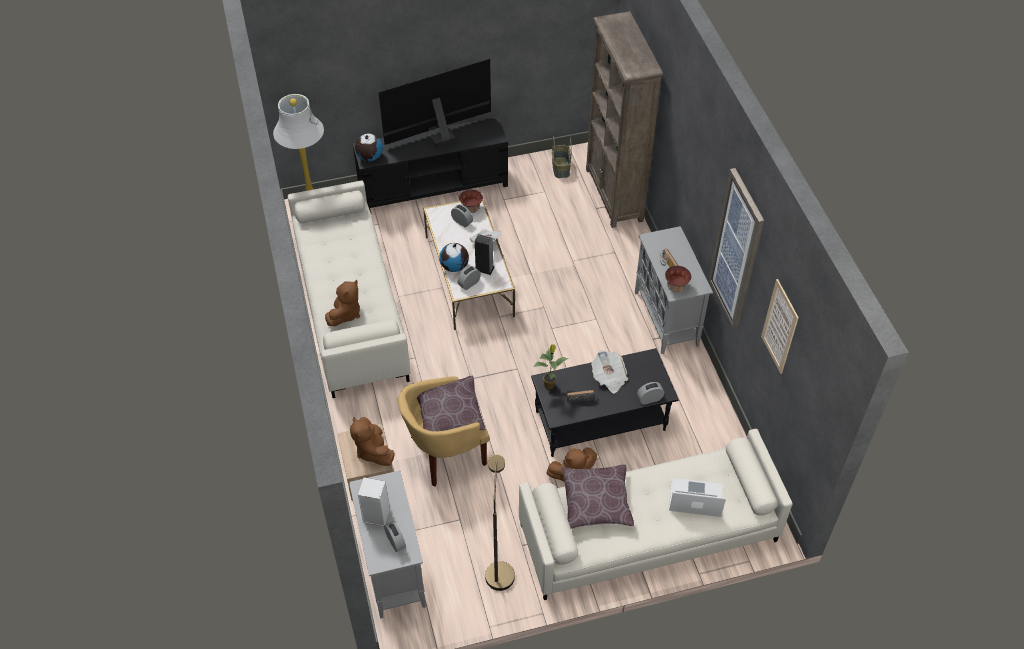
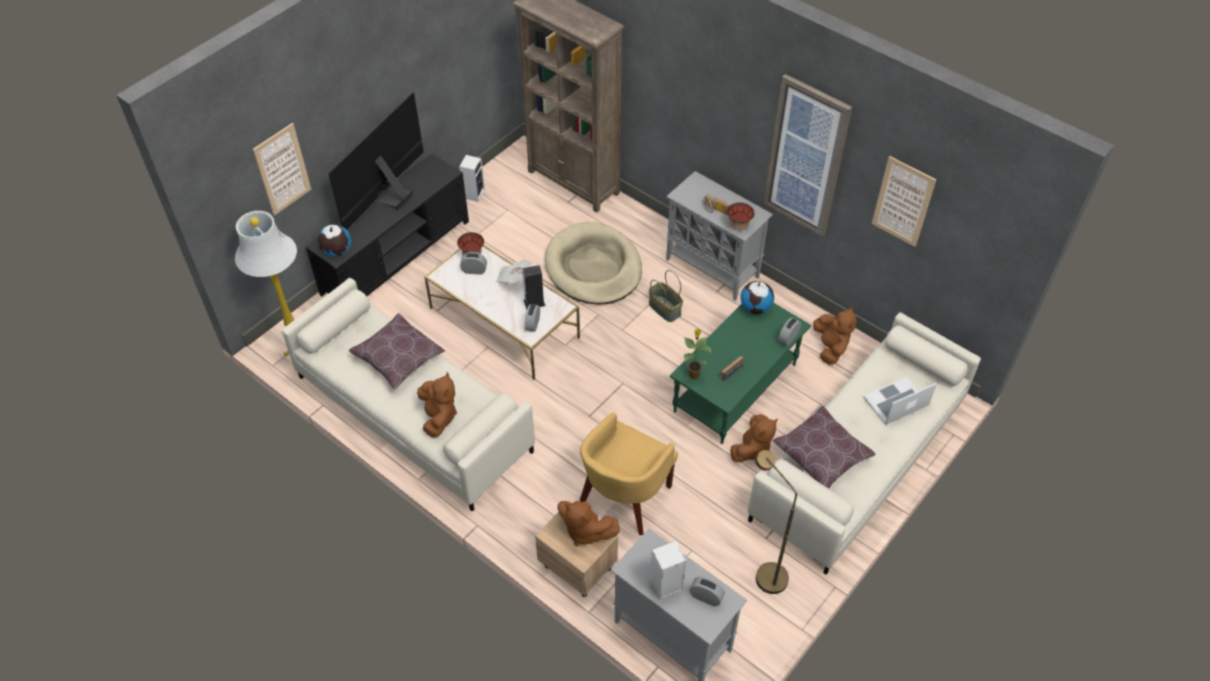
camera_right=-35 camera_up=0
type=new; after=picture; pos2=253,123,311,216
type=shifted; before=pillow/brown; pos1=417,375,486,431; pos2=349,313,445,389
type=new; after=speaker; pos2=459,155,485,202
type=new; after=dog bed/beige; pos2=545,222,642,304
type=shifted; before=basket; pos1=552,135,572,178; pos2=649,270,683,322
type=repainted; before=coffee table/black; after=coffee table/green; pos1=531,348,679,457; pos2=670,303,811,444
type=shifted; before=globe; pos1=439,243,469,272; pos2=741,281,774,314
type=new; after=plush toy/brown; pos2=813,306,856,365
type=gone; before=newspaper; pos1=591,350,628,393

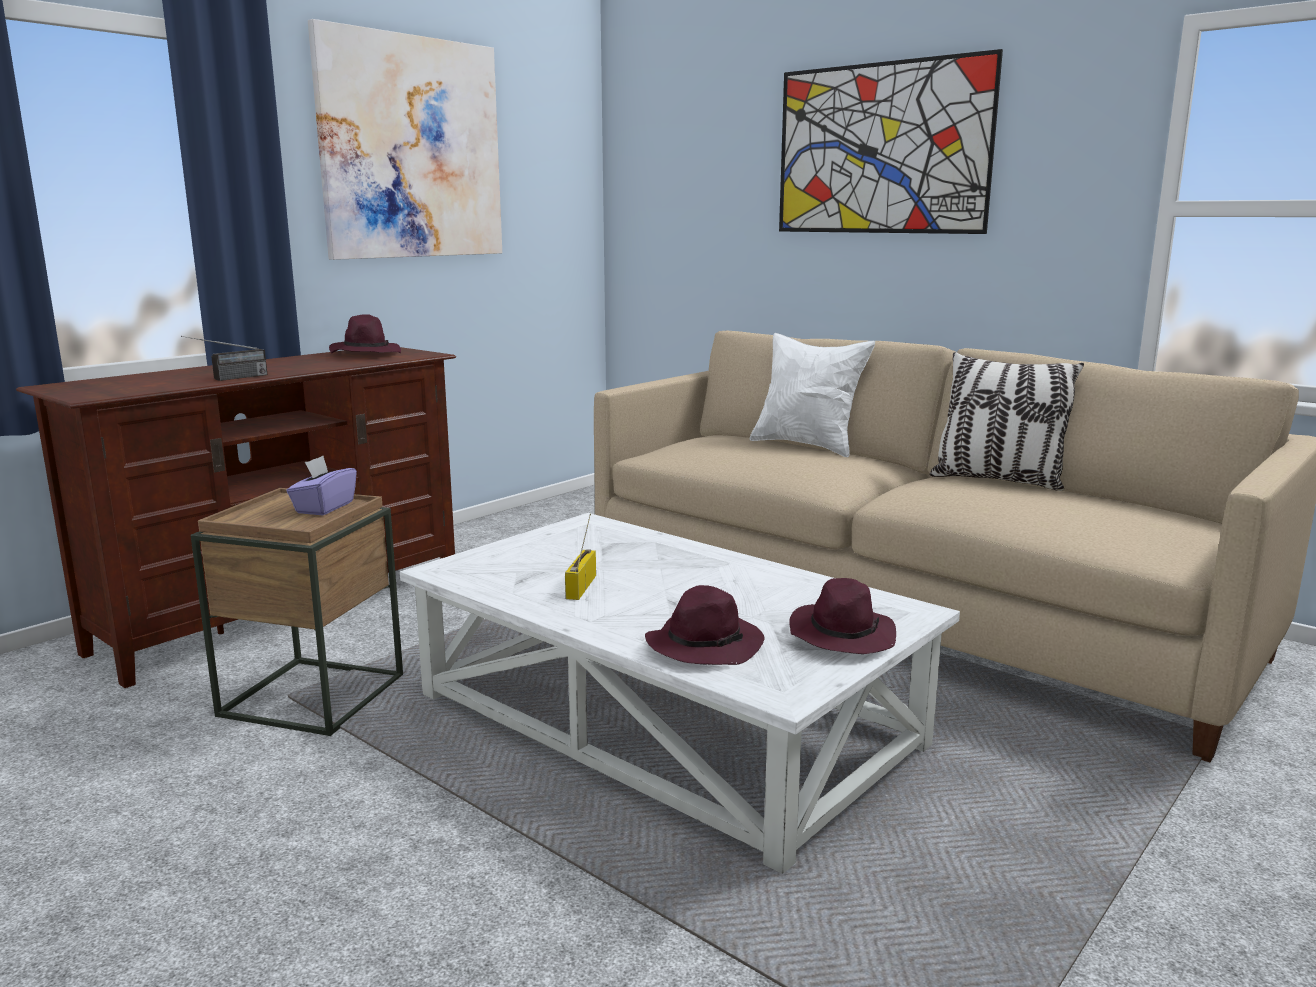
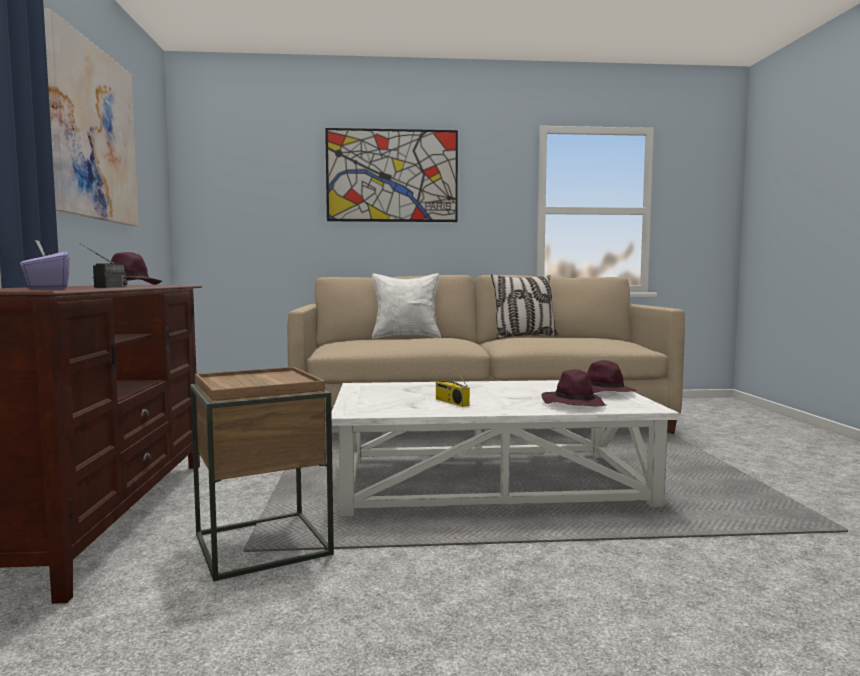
camera_right=-45 camera_up=-10
type=shifted; before=tissue box/purple; pos1=286,456,357,515; pos2=20,239,70,290

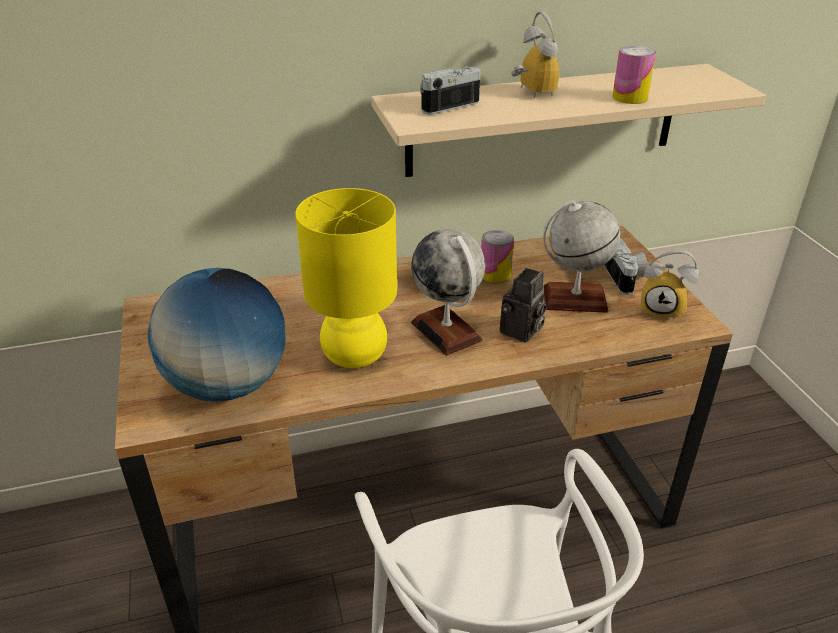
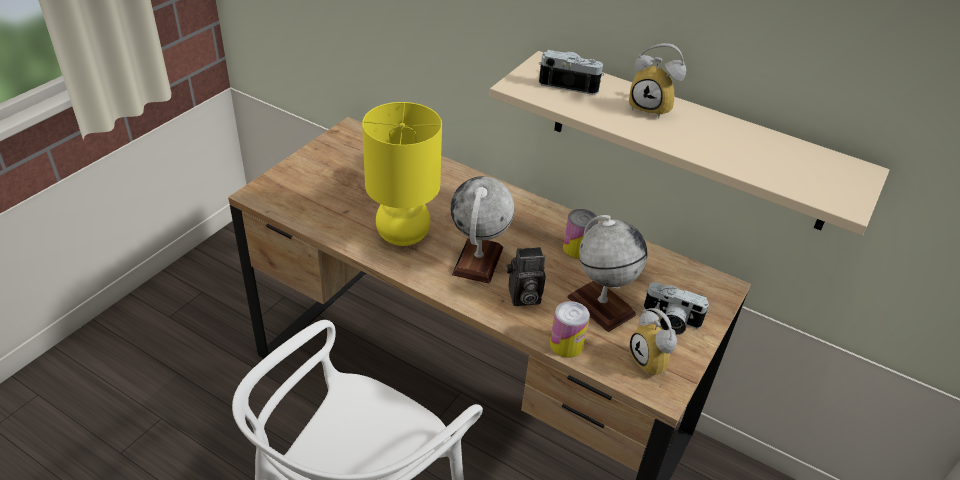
camera_right=45 camera_up=5
type=shifted; before=can; pos1=612,46,656,104; pos2=550,301,590,358
type=rotated; before=alarm clock; pos1=511,11,559,98; pos2=629,43,686,118; turn=90
type=rotated; before=photo camera; pos1=604,238,647,295; pos2=644,282,709,335; turn=75
type=gone; before=globe; pos1=148,268,286,402

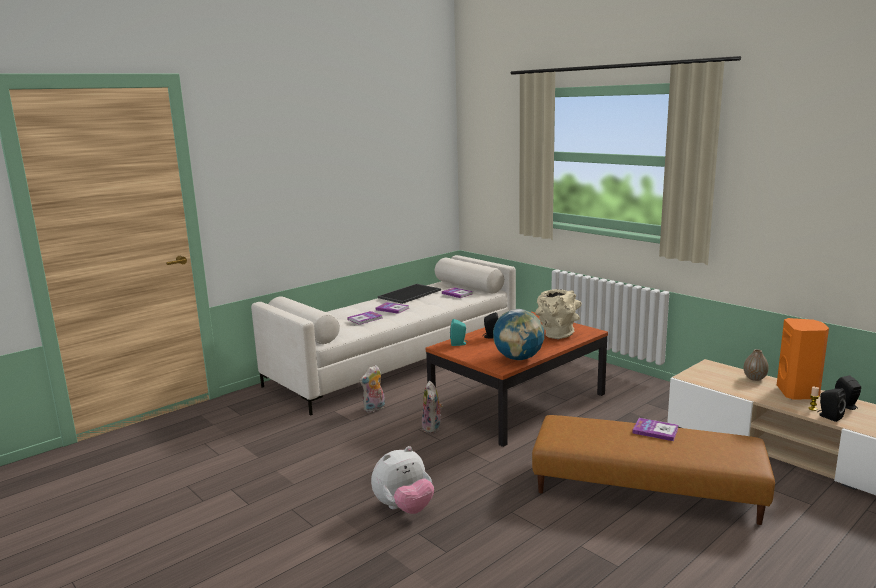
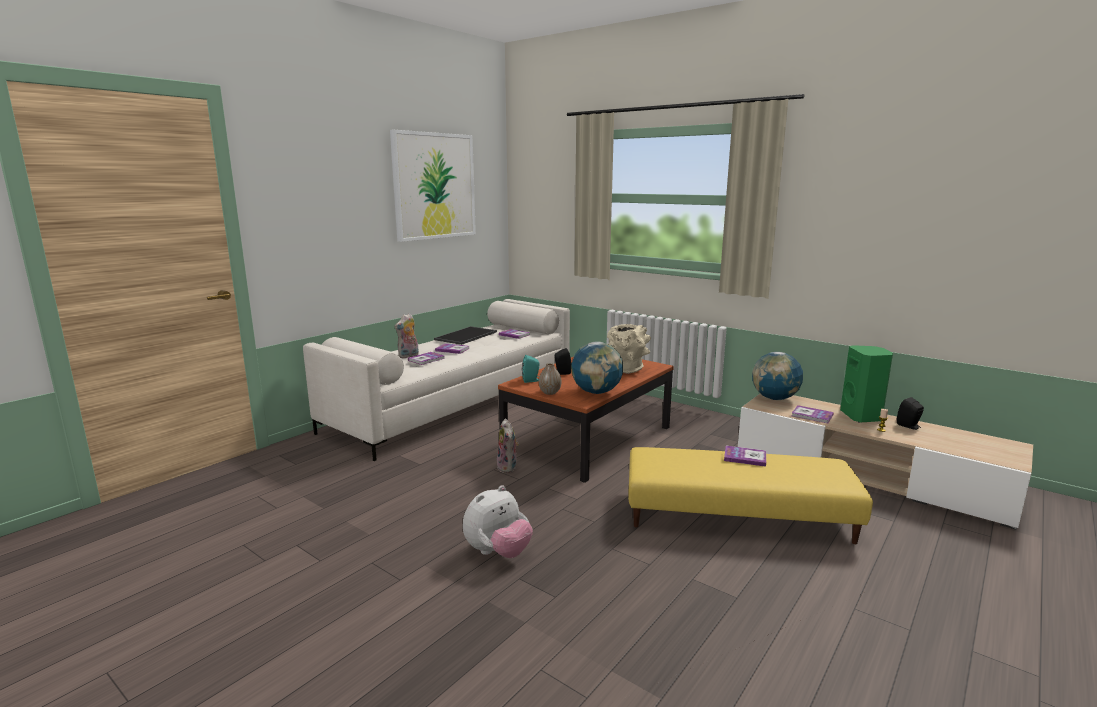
camera_right=-10 camera_up=0
type=new; after=picture; pos2=390,130,476,242
type=shifted; before=plush toy; pos1=359,365,385,412; pos2=394,313,419,358
type=shifted; before=vase; pos1=744,349,769,381; pos2=539,363,561,395
type=repainted; before=ottoman/brown; after=ottoman/yellow; pos1=532,415,775,525; pos2=628,447,873,544
type=new; after=globe; pos2=752,352,803,400
type=new; after=book; pos2=792,405,834,423
type=repainted; before=speaker/orange; after=speaker/green; pos1=777,318,829,400; pos2=840,345,893,422
type=gone; before=speaker/black; pos1=817,389,846,422

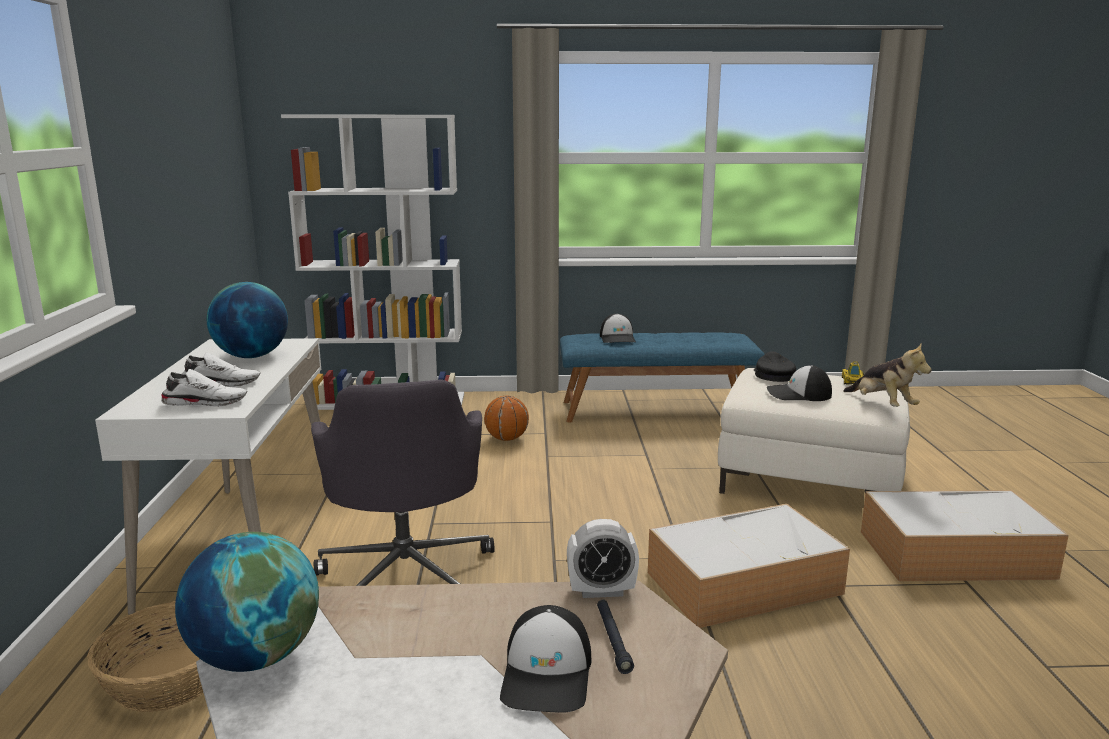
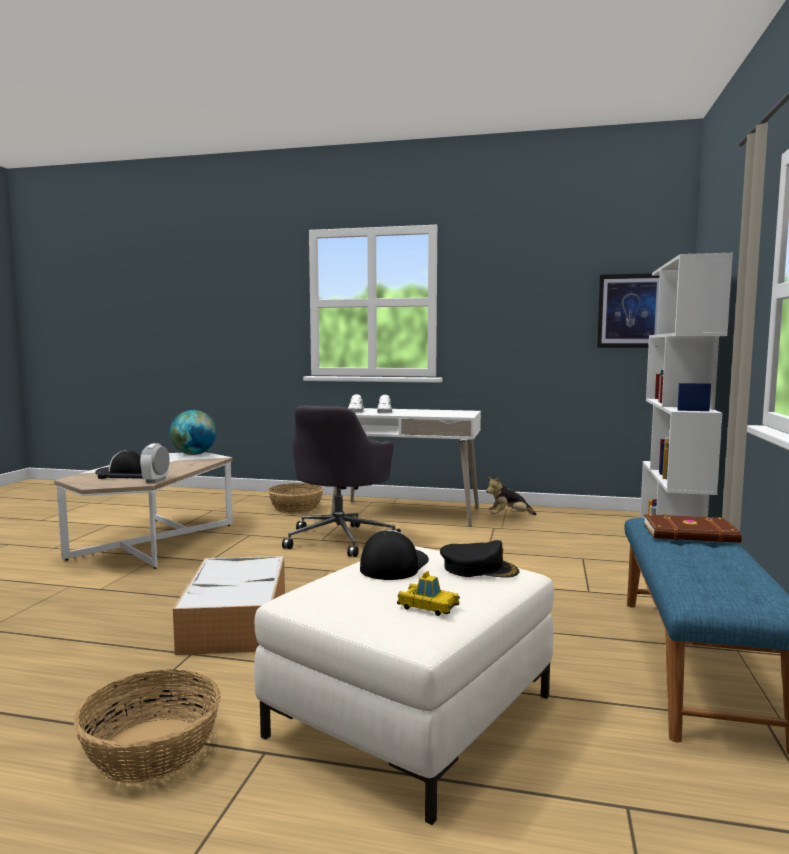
camera_right=105 camera_up=-10
type=swapped; before=storage box; after=basket; pos1=861,490,1069,581; pos2=74,670,221,783
type=rotated; before=office chair/grey; pos1=311,379,495,586; pos2=282,406,401,557; turn=-75
type=shifted; before=plush toy; pos1=843,343,932,407; pos2=486,477,537,515
type=new; after=picture; pos2=597,273,660,348
type=swapped; before=cap; after=book/brown; pos1=600,314,636,343; pos2=644,514,742,543
type=gone; before=globe; pos1=207,282,288,358
type=gone; before=basketball; pos1=484,396,529,441

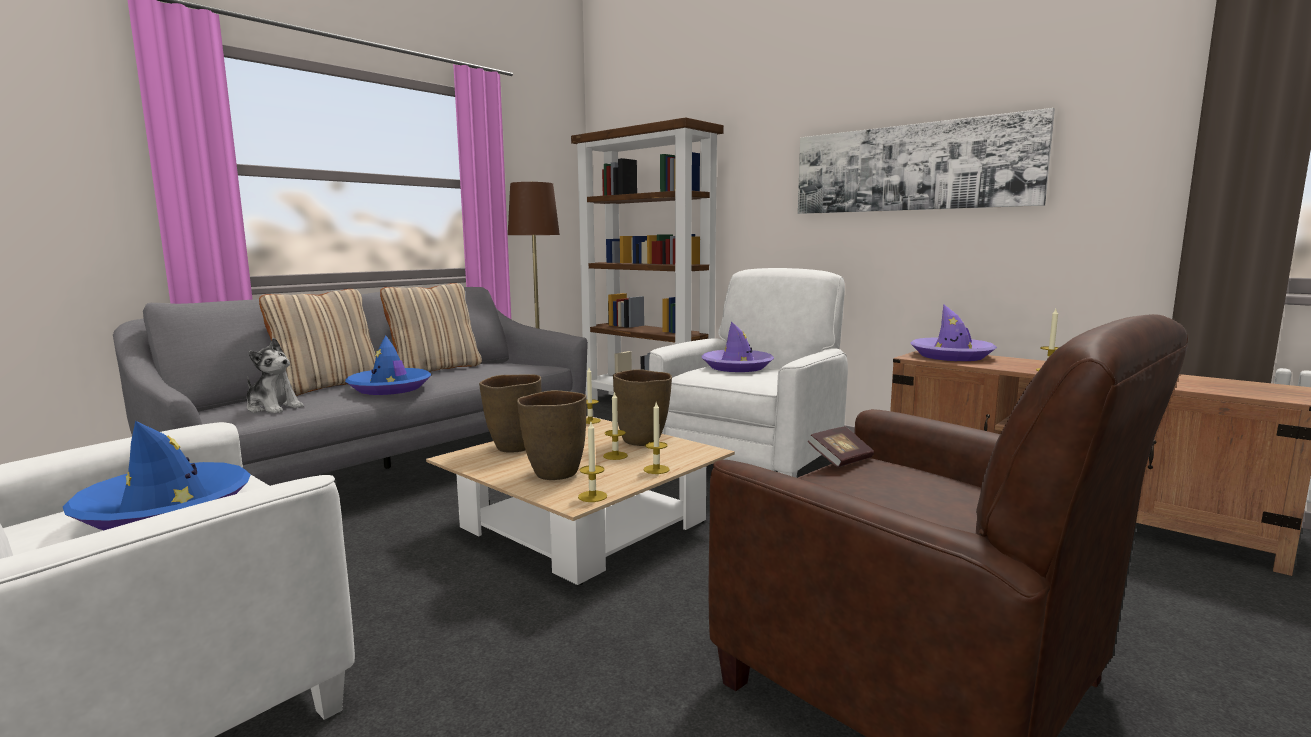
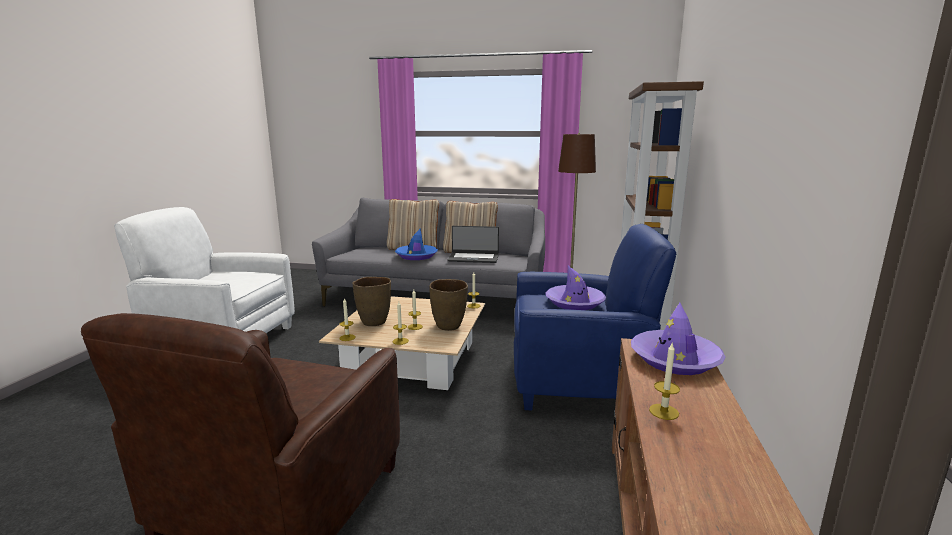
camera_right=60 camera_up=5
type=new; after=laptop; pos2=448,226,499,263
type=repainted; before=armchair/white; after=armchair/blue; pos1=649,268,848,478; pos2=514,224,676,410
type=gone; before=hat/blue; pos1=63,421,251,530
type=gone; before=plush toy; pos1=247,338,304,414
type=gone; before=vase/brown; pos1=479,374,541,453
type=gone; before=picture; pos1=798,108,1055,214
type=gone; before=book; pos1=808,426,874,468

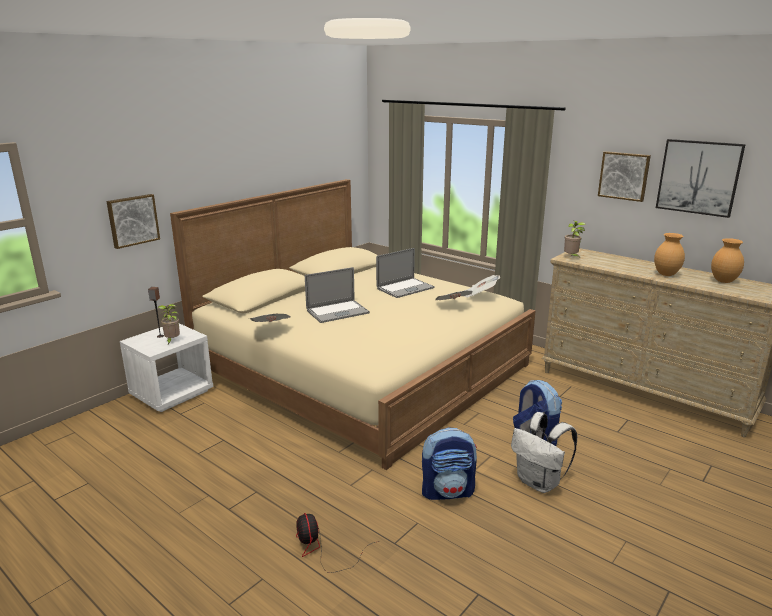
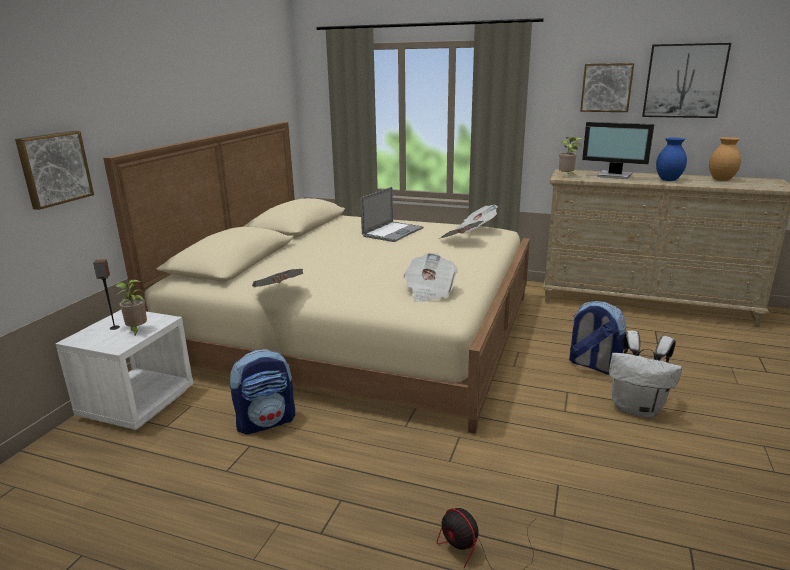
camera_right=-20 camera_up=0
type=shifted; before=backpack; pos1=422,427,477,500; pos2=230,349,295,434
type=new; after=newspaper; pos2=404,253,458,302
type=new; after=monitor; pos2=582,122,655,179
type=repainted; before=vase/brown; after=vase/blue; pos1=654,233,685,276; pos2=656,138,687,181
type=gone; before=laptop; pos1=305,267,370,323

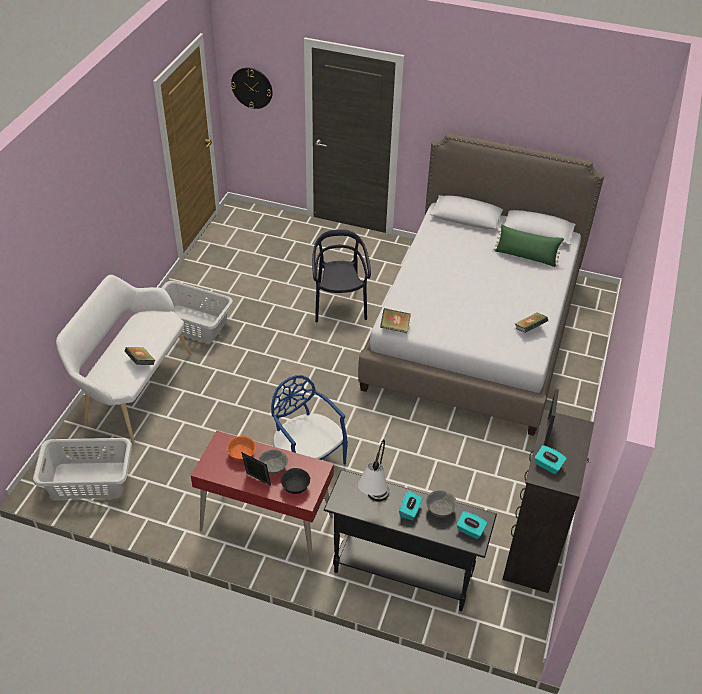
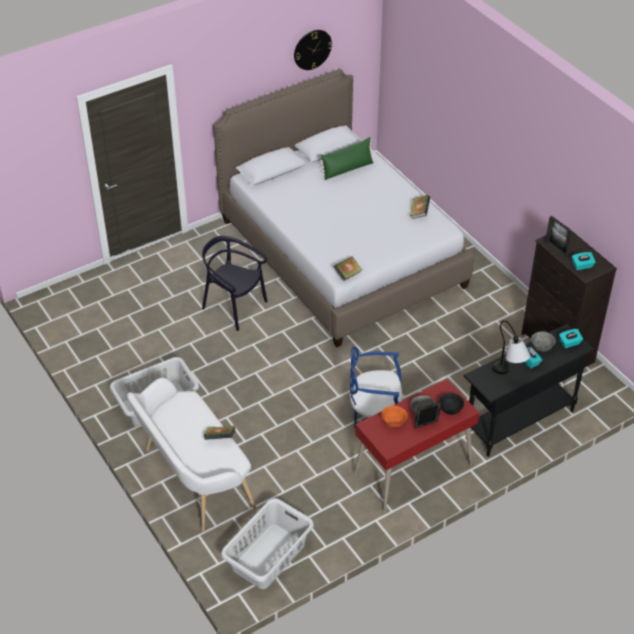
camera_right=-50 camera_up=0
type=shifted; before=wall clock; pos1=231,67,273,109; pos2=294,30,332,70

